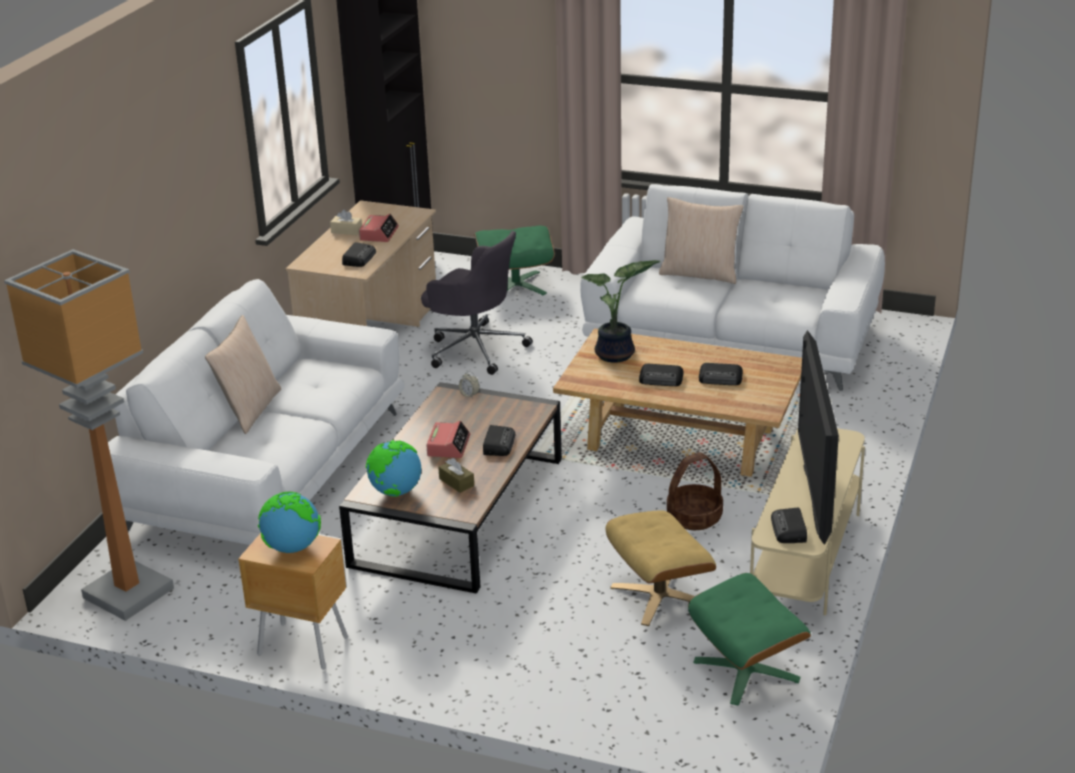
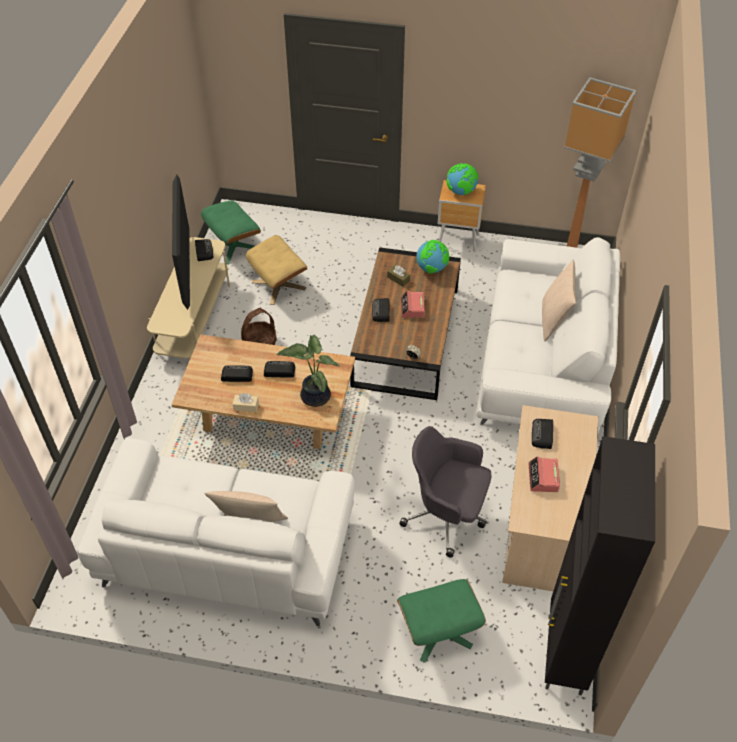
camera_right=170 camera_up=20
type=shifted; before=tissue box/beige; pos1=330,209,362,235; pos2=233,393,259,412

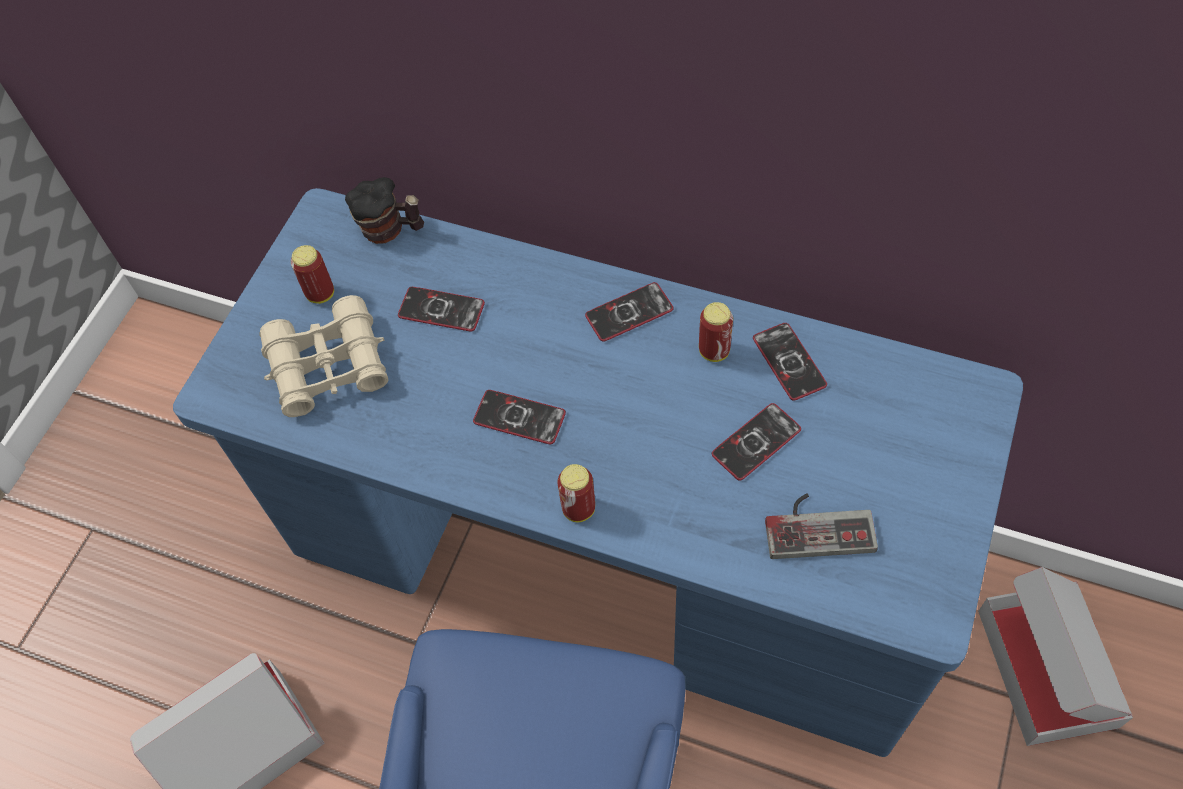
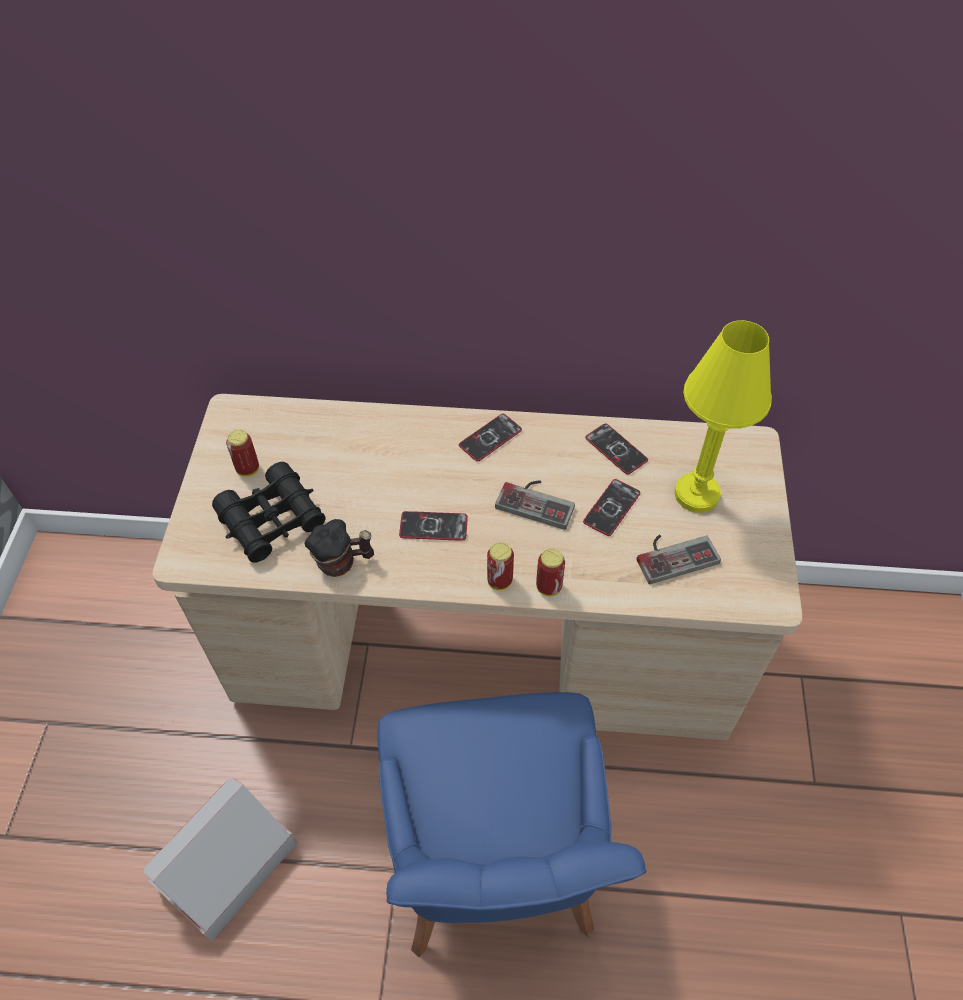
camera_right=-20 camera_up=-5
type=repainted; before=desk/blue; after=desk/beige; pos1=173,188,1023,757; pos2=152,394,802,740
type=repainted; before=binoculars/beige; after=binoculars/black; pos1=260,295,388,417; pos2=212,462,326,563
type=shifted; before=mug; pos1=345,177,424,244; pos2=305,519,374,577
type=new; after=game controller; pos2=495,480,575,530
type=shifted; before=can; pos1=699,302,733,362; pos2=536,548,565,596
type=new; after=table lamp/yellow; pos2=675,320,772,513
type=gone; before=phone; pos1=398,287,485,332
type=gone; before=cardboard box; pos1=978,567,1133,746

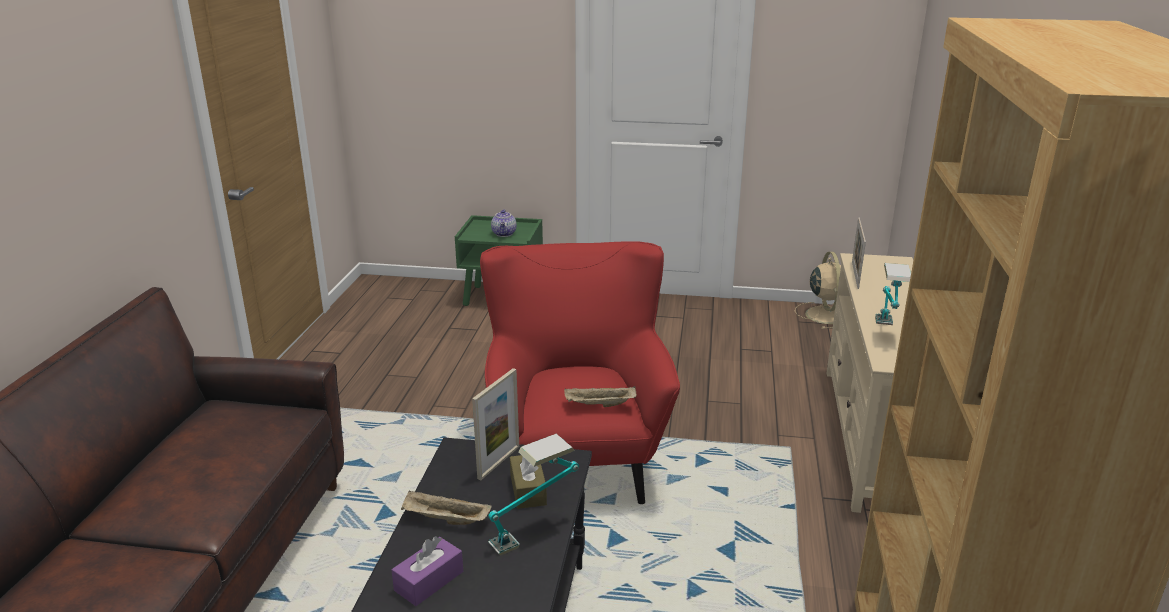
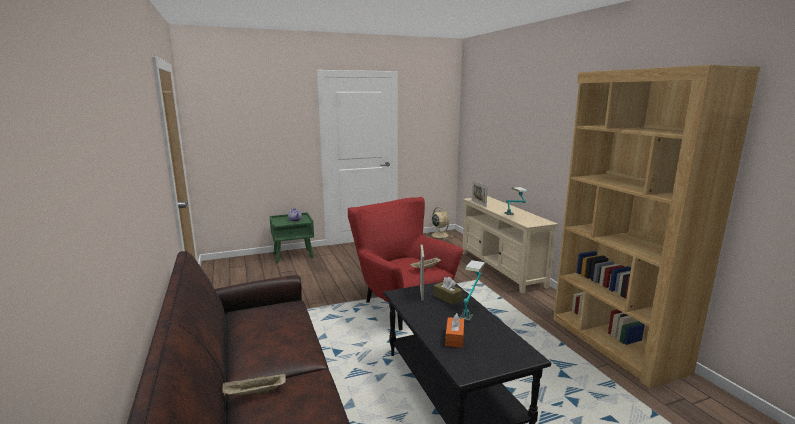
camera_right=-30 camera_up=-10
type=shifted; before=tray/beige; pos1=401,490,492,525; pos2=222,372,286,396
type=repainted; before=tissue box/purple; after=tissue box/orange; pos1=391,536,463,606; pos2=445,313,464,348

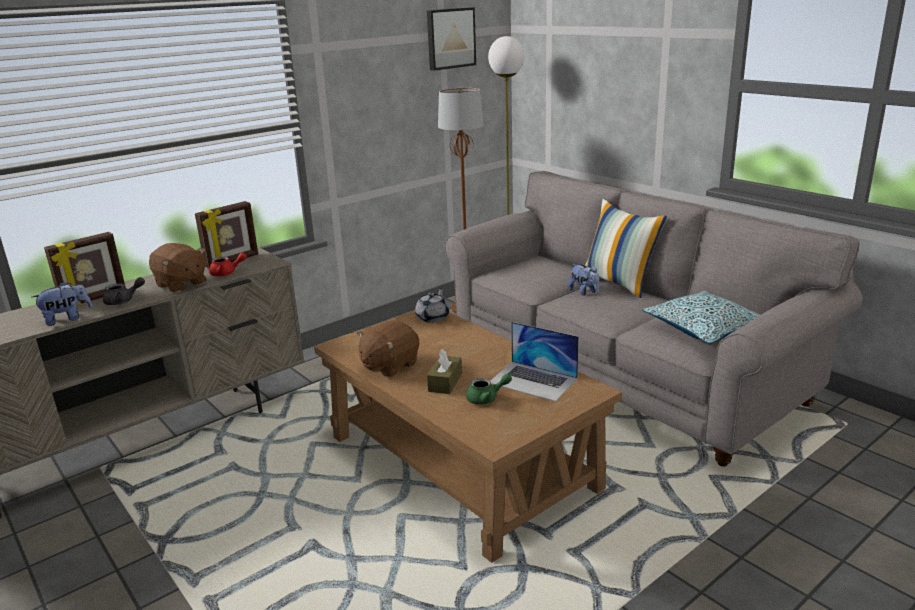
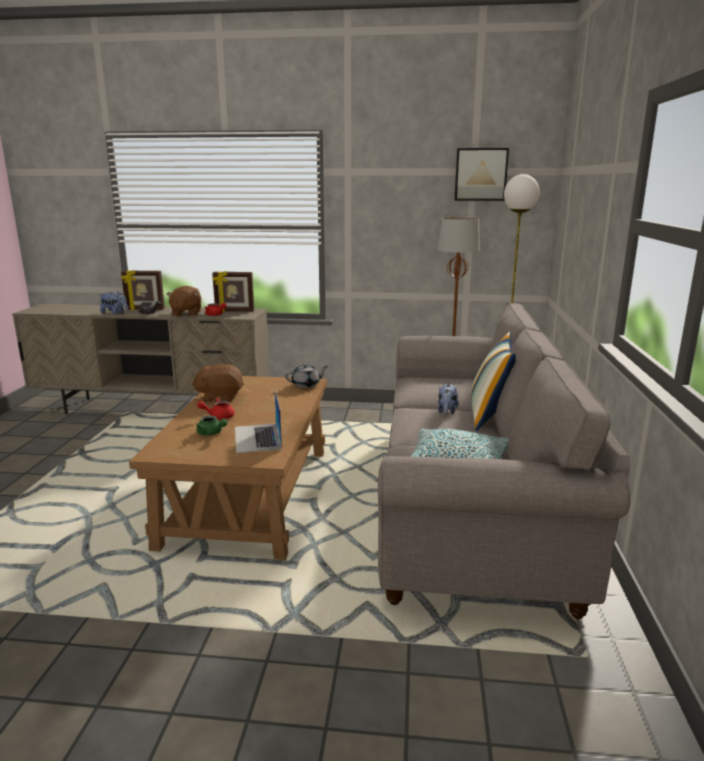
camera_right=45 camera_up=-5
type=swapped; before=tissue box/brown; after=teapot/red; pos1=427,349,462,394; pos2=197,398,235,419

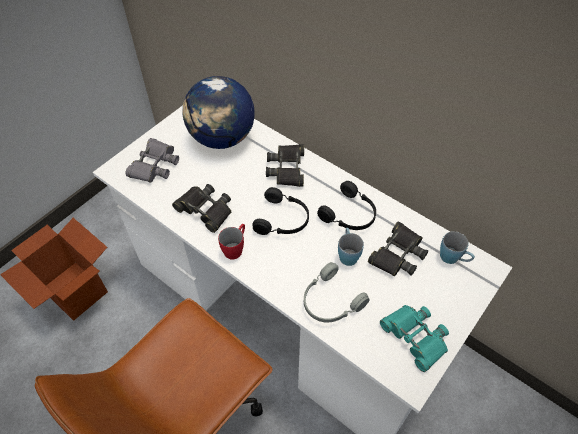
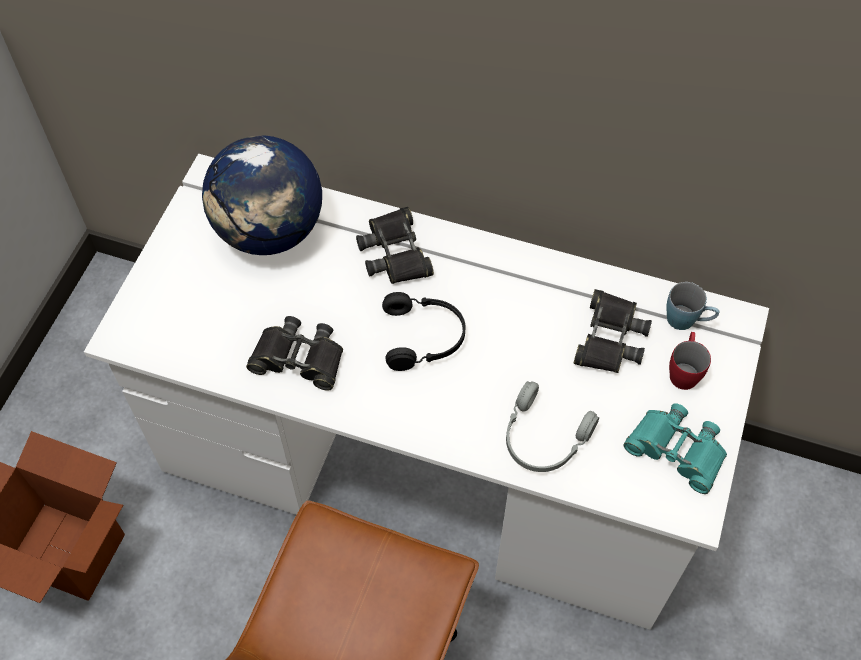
camera_right=-20 camera_up=5
type=shifted; before=mug/red; pos1=218,224,245,260; pos2=669,332,711,390
type=gone; before=binoculars/grey; pos1=126,138,179,182
type=gone; before=headphones/black; pos1=317,181,376,230
type=gone; before=mug/blue; pos1=338,228,364,266

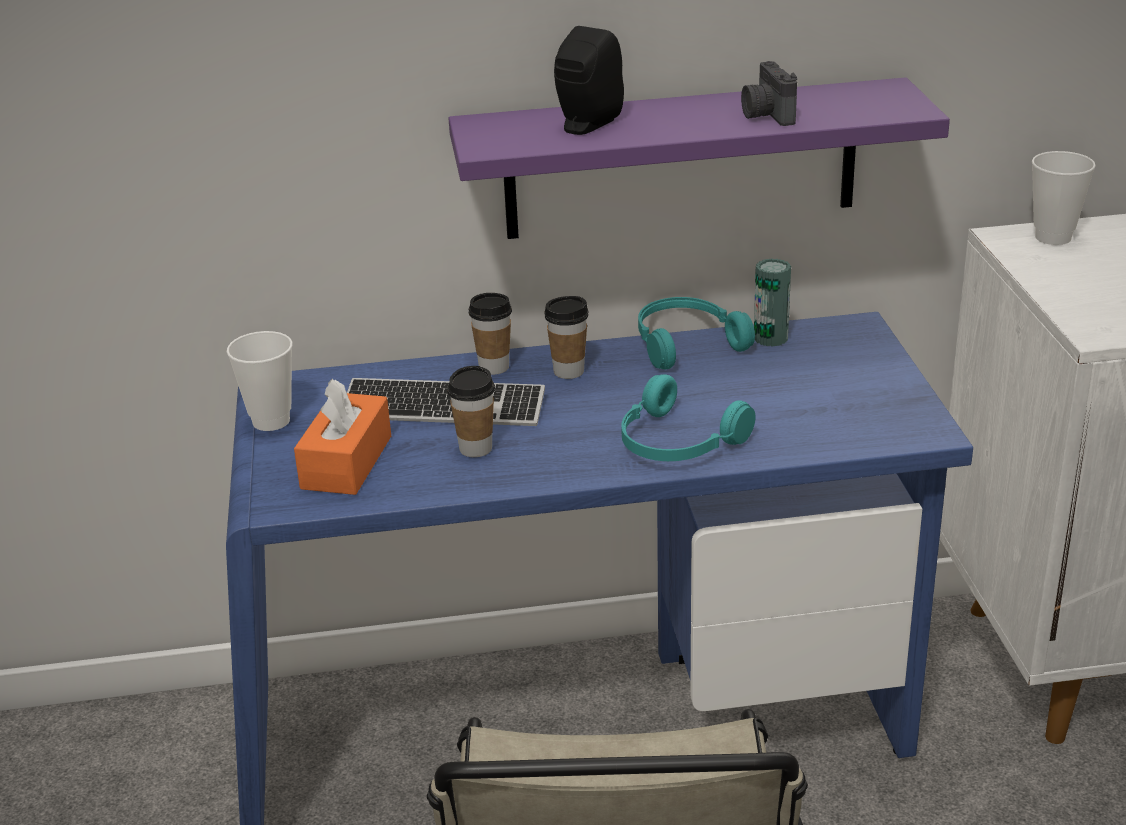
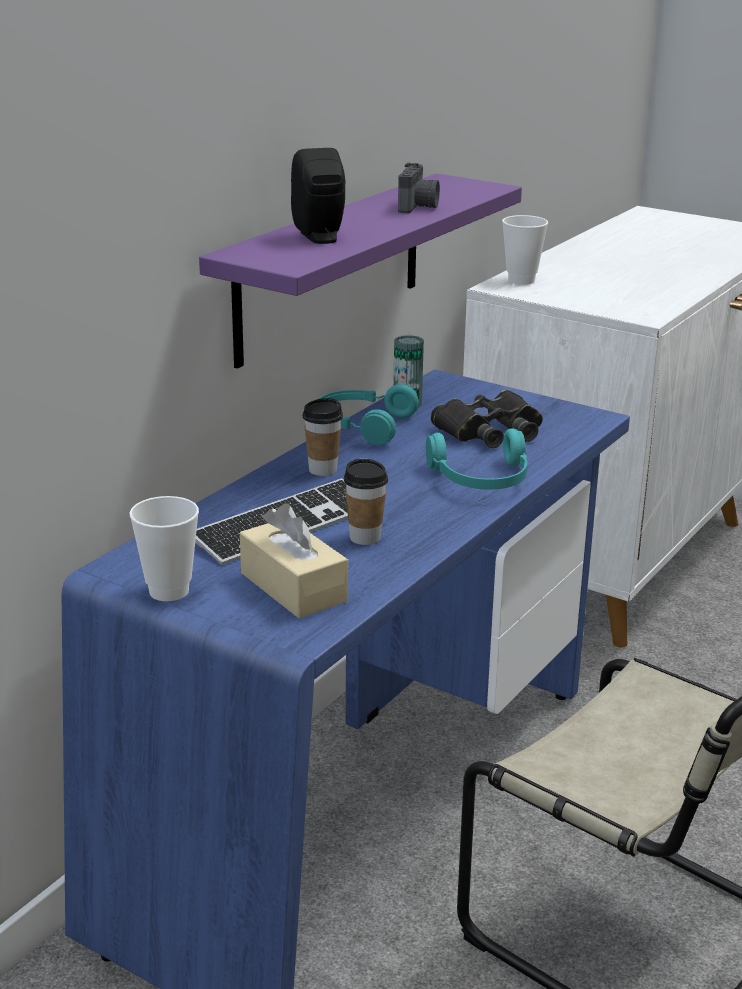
camera_right=-50 camera_up=-5
type=repainted; before=tissue box/orange; after=tissue box/beige; pos1=294,379,391,495; pos2=240,503,348,618
type=rotated; before=photo camera; pos1=741,61,797,126; pos2=398,162,440,213; turn=-105
type=new; after=binoculars/black; pos2=431,390,543,448
type=gone; before=cup; pos1=469,293,512,375

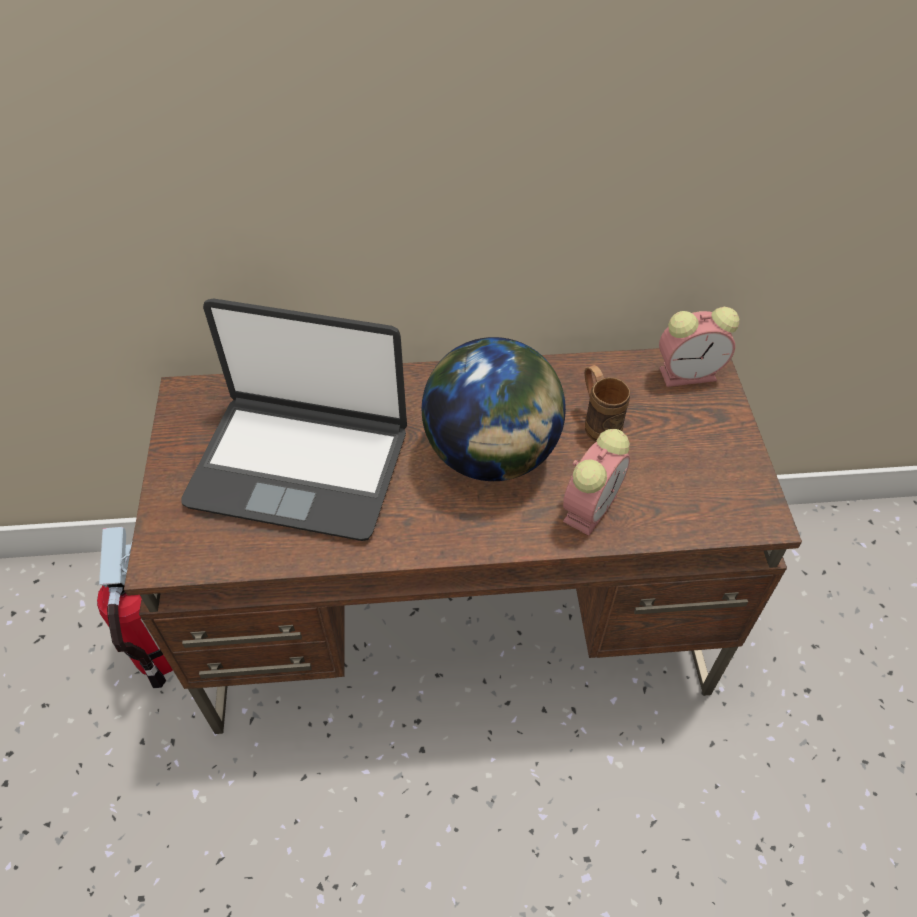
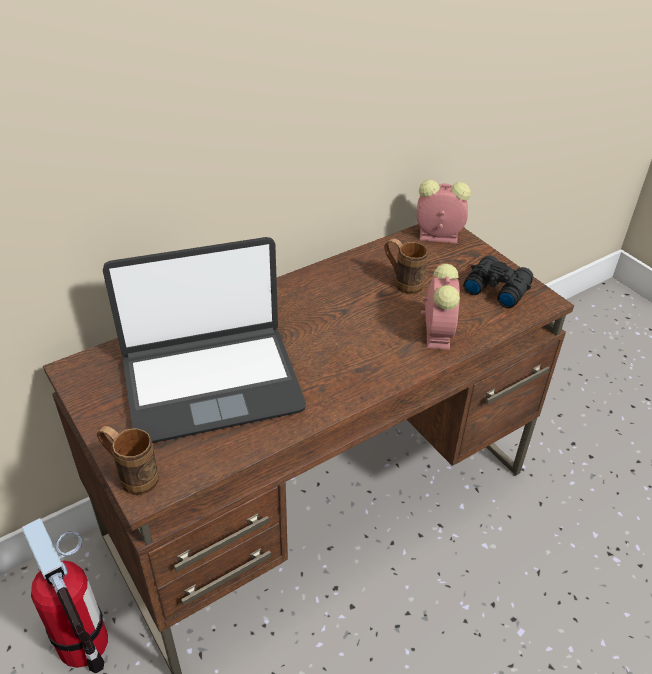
camera_right=-30 camera_up=-10
type=new; after=mug/brown; pos2=97,426,159,495
type=rotated; before=alarm clock; pos1=659,307,739,387; pos2=417,180,471,244; turn=-135
type=new; after=binoculars/black; pos2=463,255,533,308
type=gone; before=globe; pos1=422,337,566,481

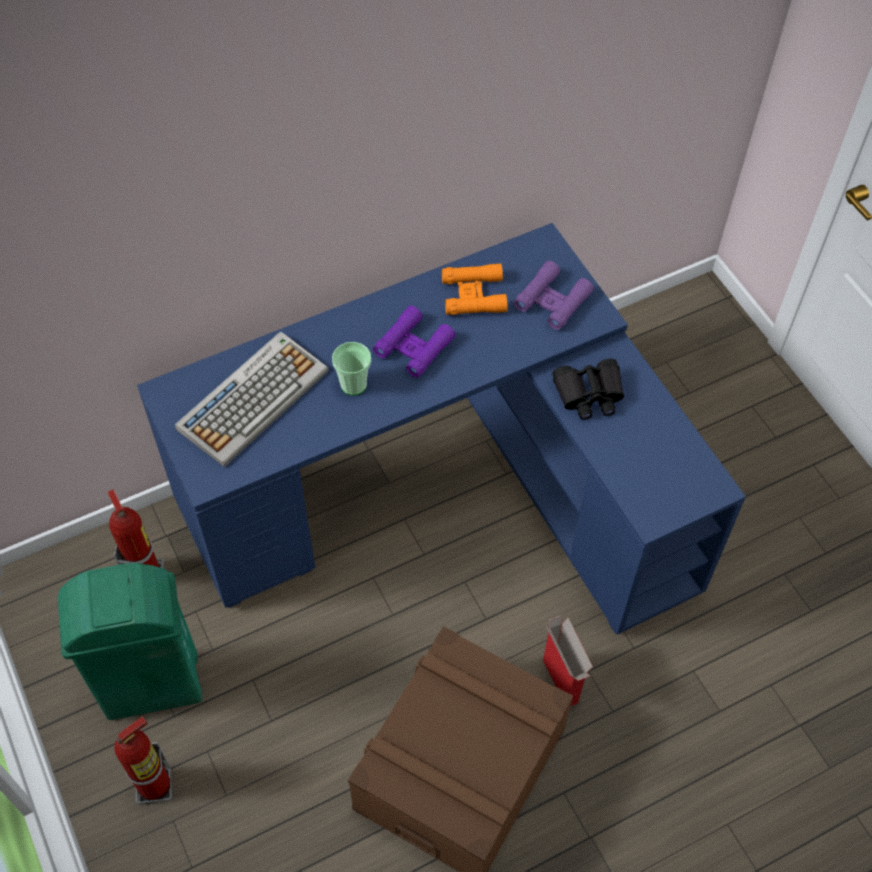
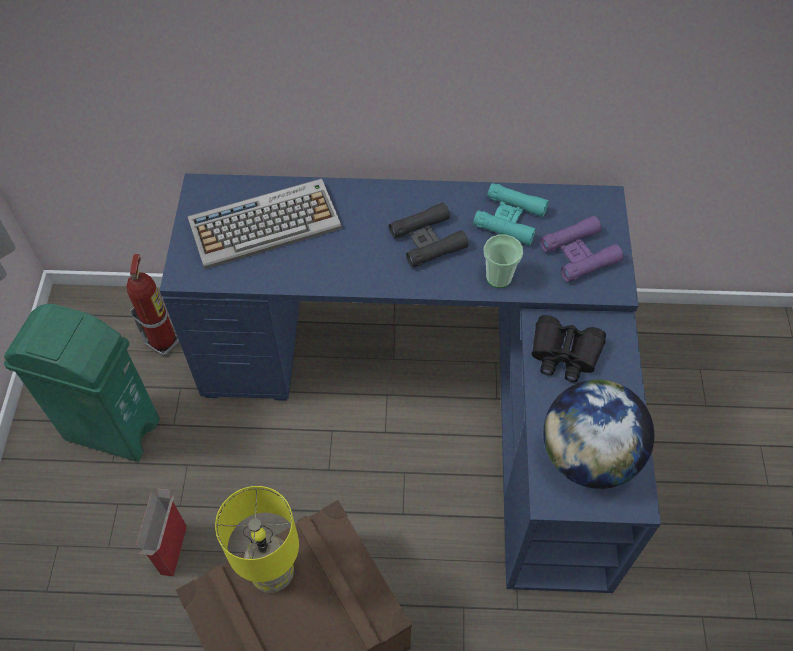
camera_right=30 camera_up=0
type=shifted; before=cardboard box; pos1=543,615,593,706; pos2=136,488,187,577
type=new; after=table lamp/yellow; pos2=215,486,299,593
type=repainted; before=binoculars/purple; after=binoculars/black; pos1=373,306,456,378; pos2=389,202,469,267
type=repainted; before=binoculars/orange; after=binoculars/turquoise; pos1=442,264,507,315; pos2=473,183,549,246
type=shifted; before=cup; pos1=332,342,371,396; pos2=484,235,523,288
type=new; after=globe; pos2=543,380,654,489
type=gone; before=fire extinguisher; pos1=115,716,172,804

